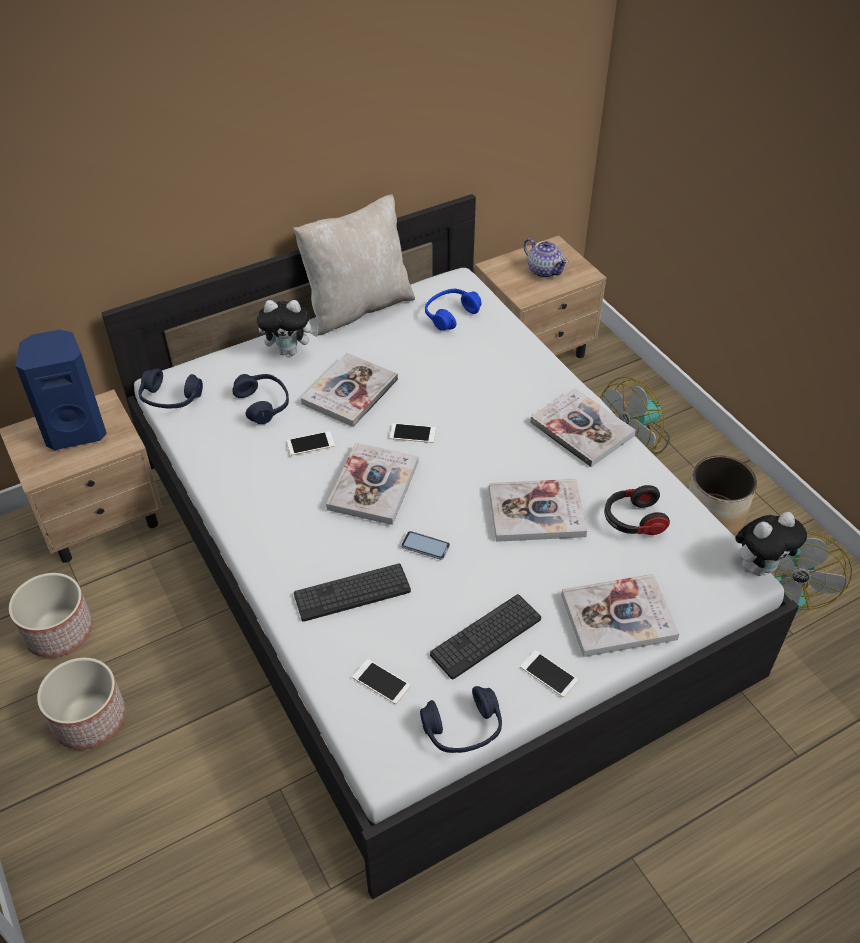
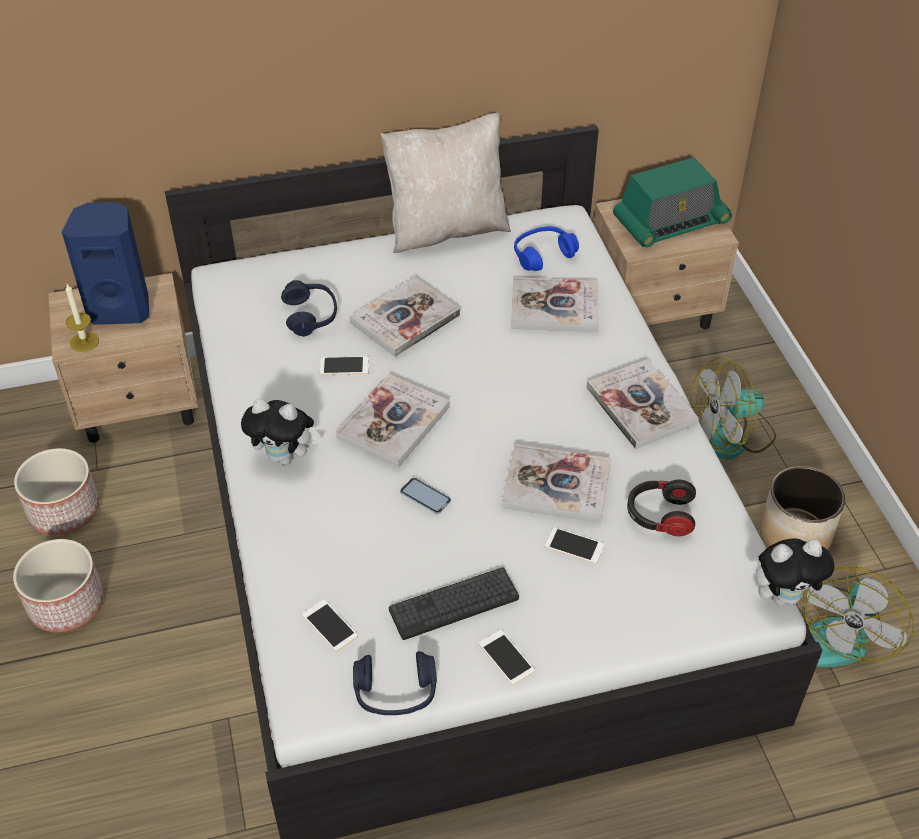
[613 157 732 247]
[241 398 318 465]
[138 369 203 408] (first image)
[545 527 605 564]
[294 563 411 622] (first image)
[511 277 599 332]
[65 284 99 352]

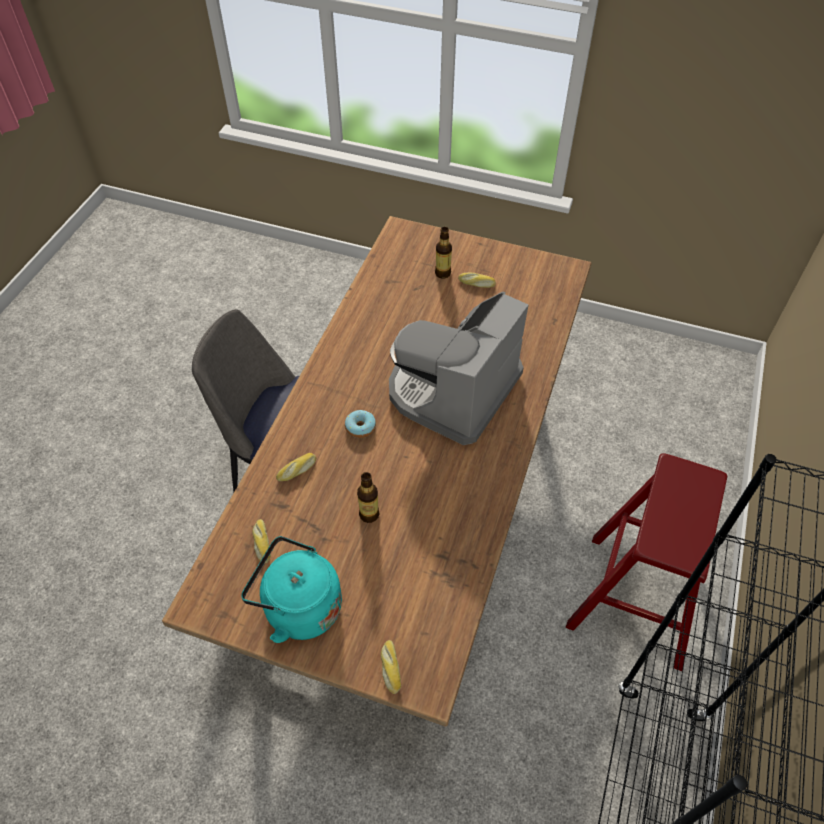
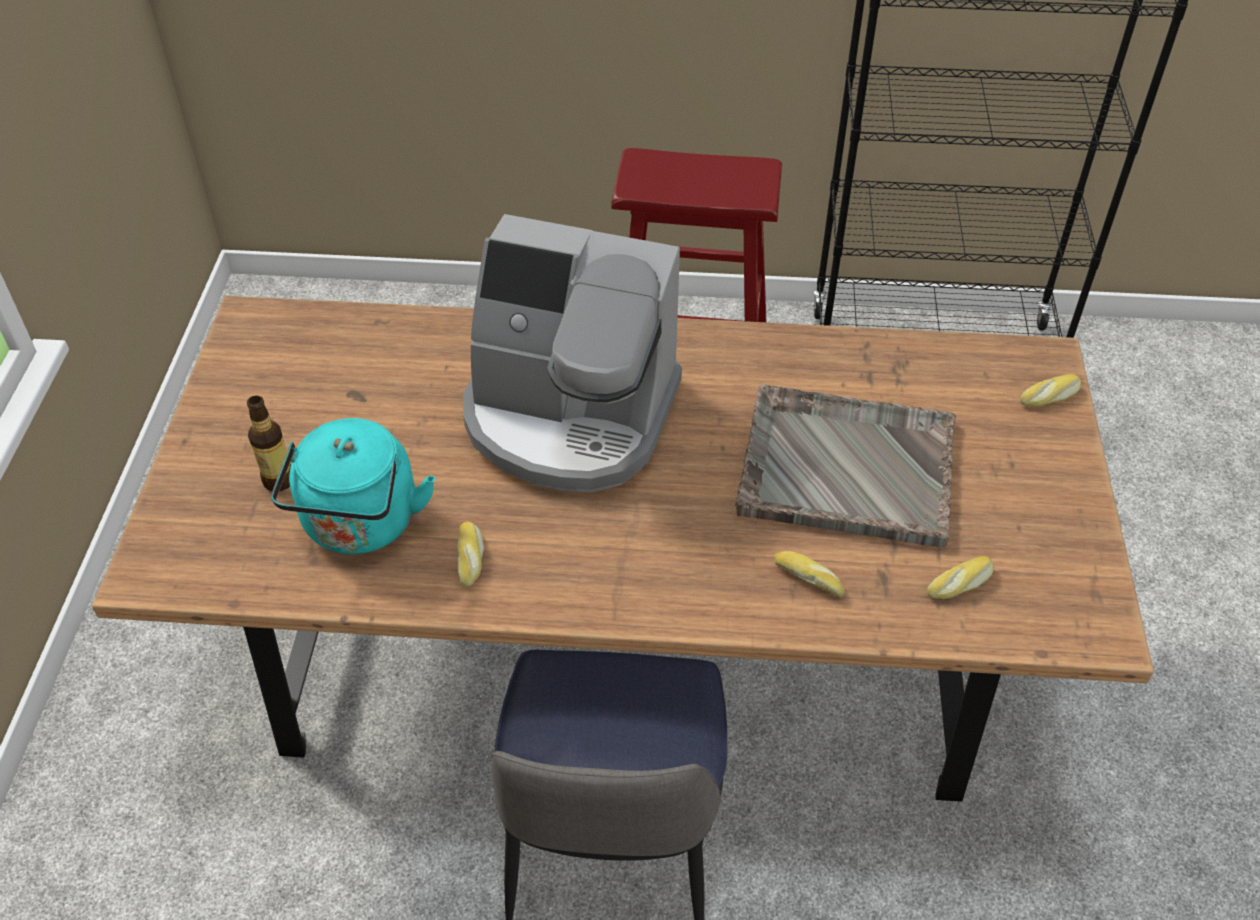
[457 522 484 587]
[345 410 376 438] (first image)
[735 385 956 547]
[271 418 435 554]

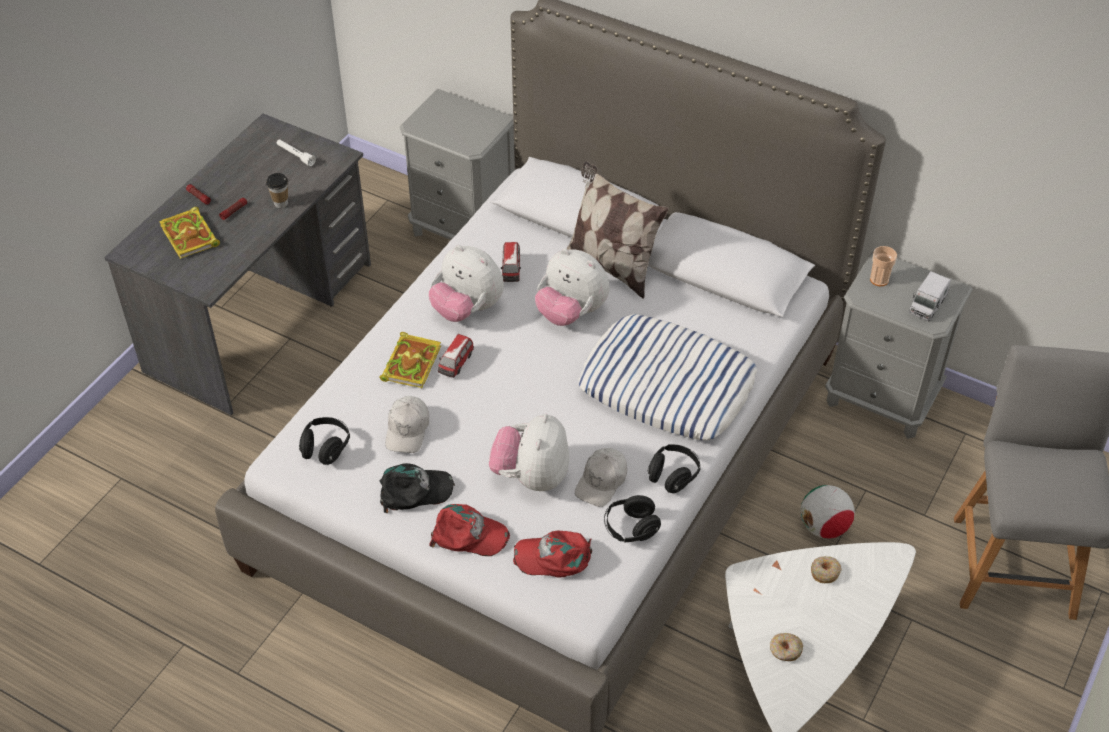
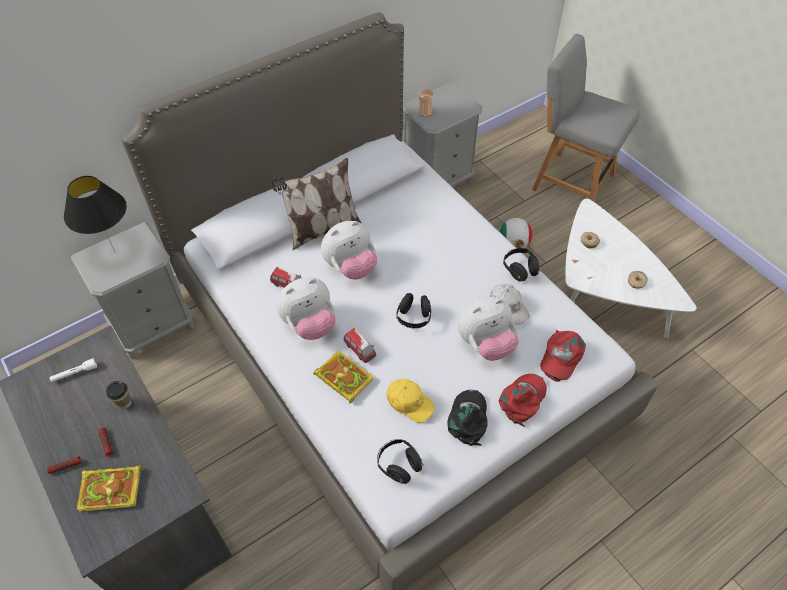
[909 271 951 321] (first image)
[578 314 757 440] (first image)
[387 379 435 423]
[458 297 519 361]
[397 293 431 329]
[64 176 127 252]

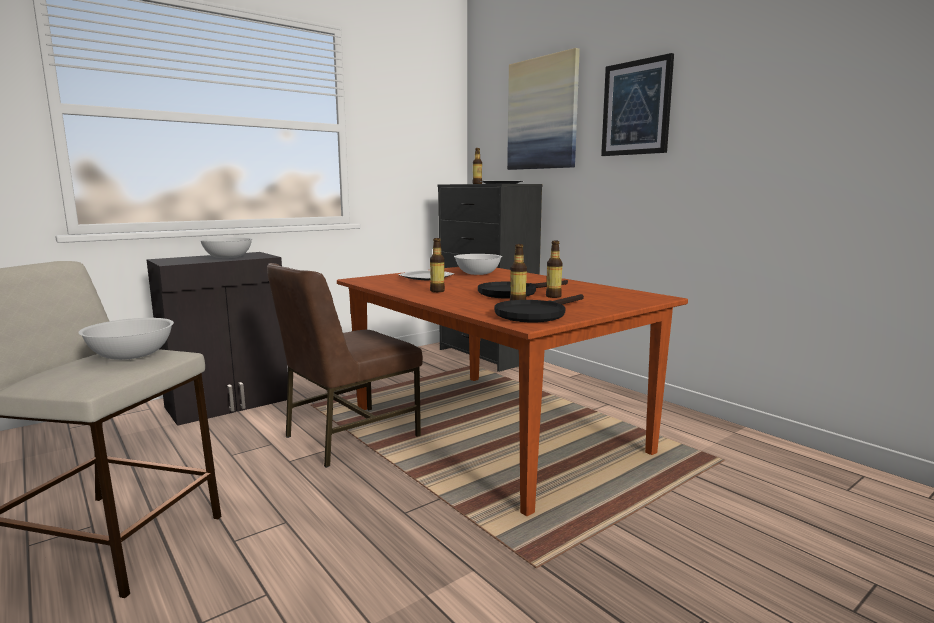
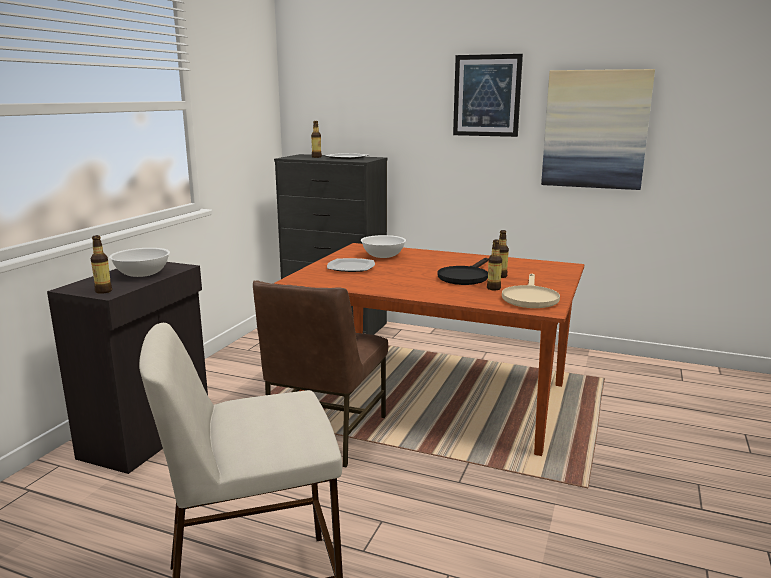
[541 69 655 190]
[91 235 112 294]
[502 273 560 308]
[78 318 174 360] (first image)

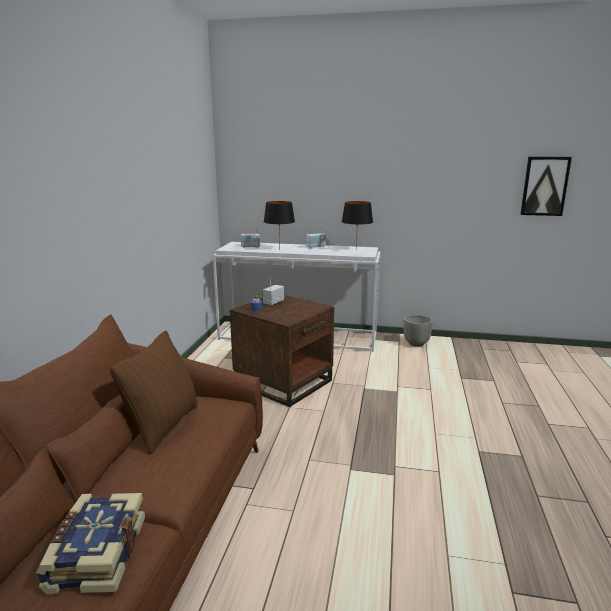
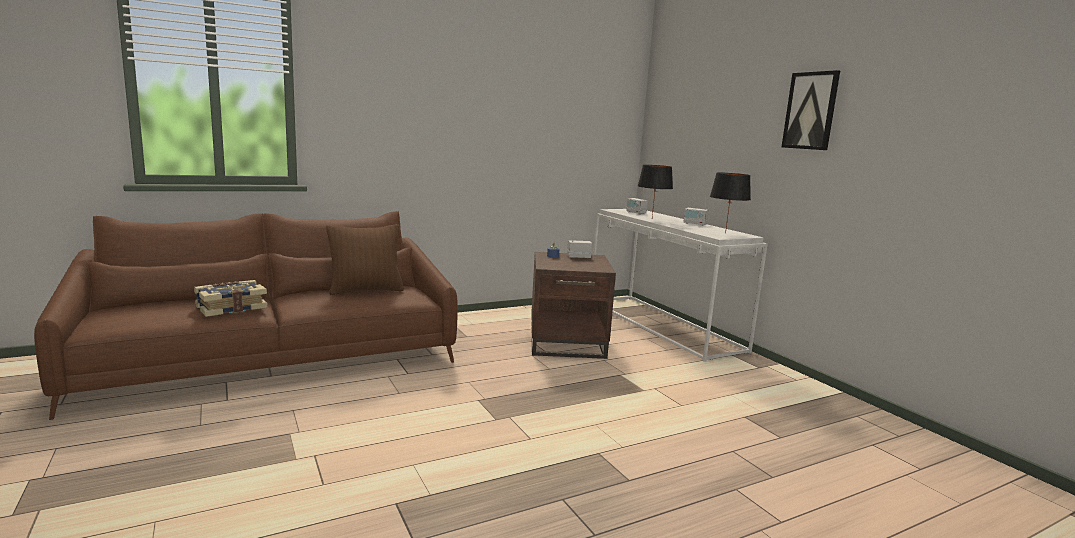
[782 70 840 150]
[404 315 433 347] (first image)

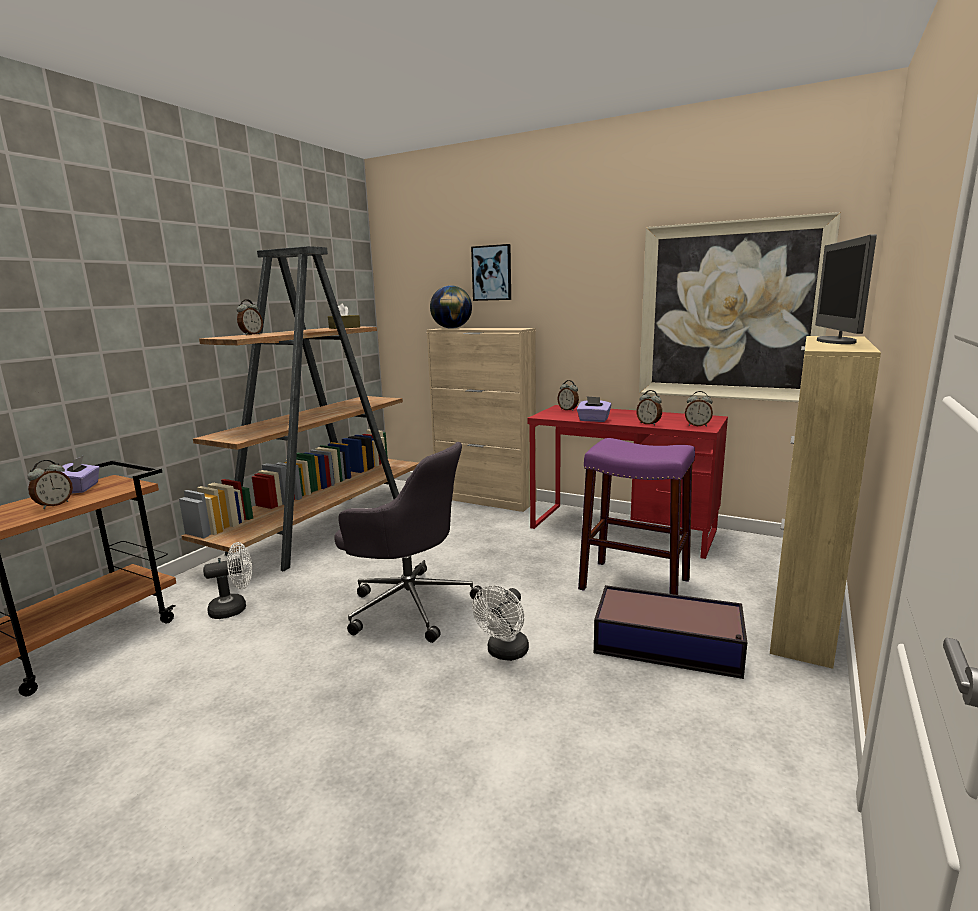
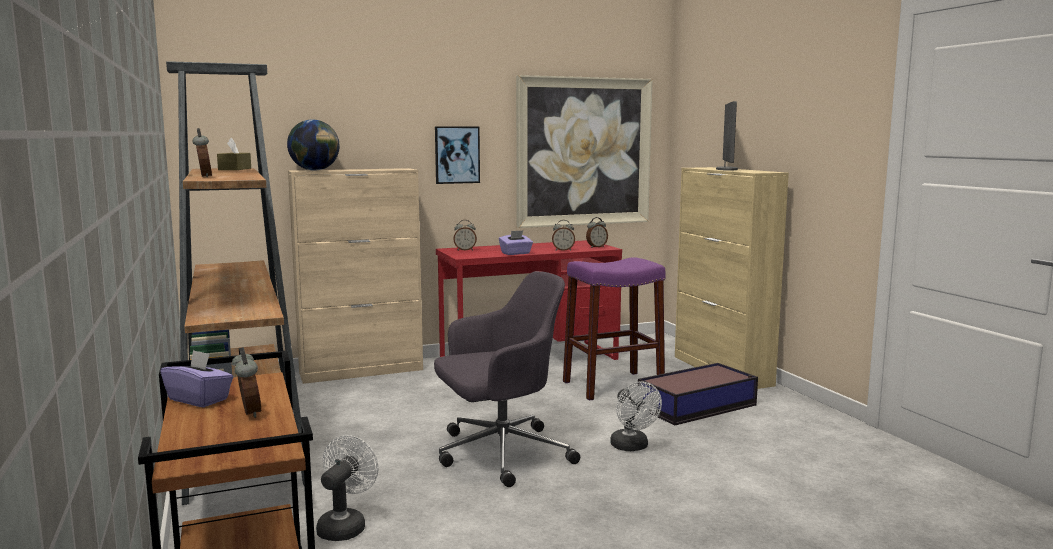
[716 101 738 171]
[435 126 480 184]

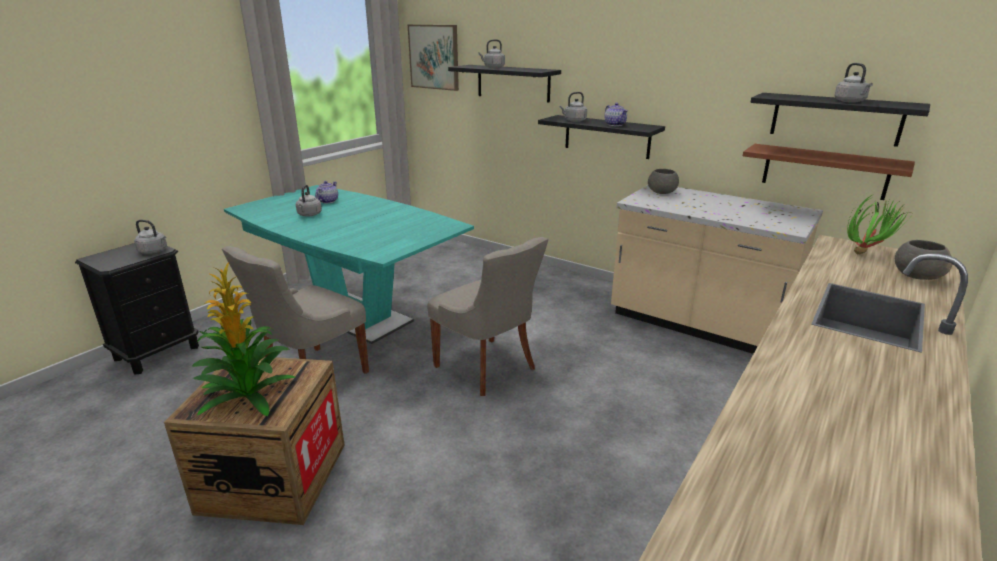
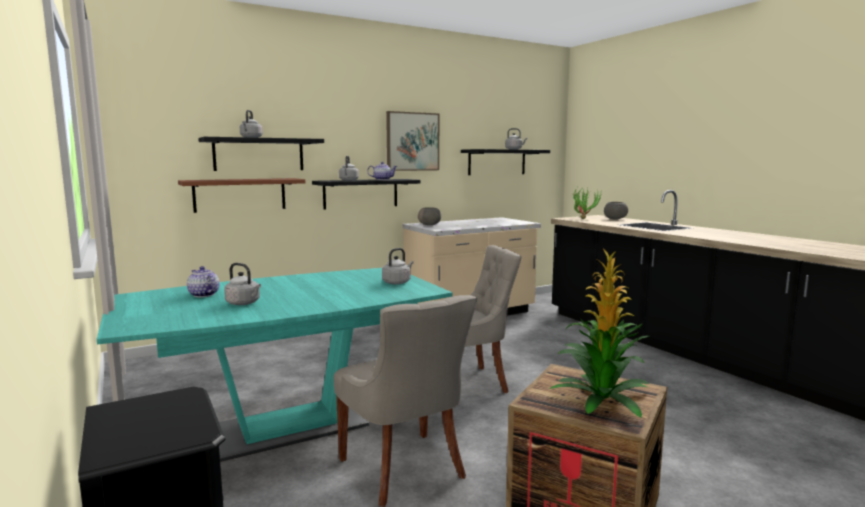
[386 111 439 171]
[178 178 305 213]
[382 248 414 285]

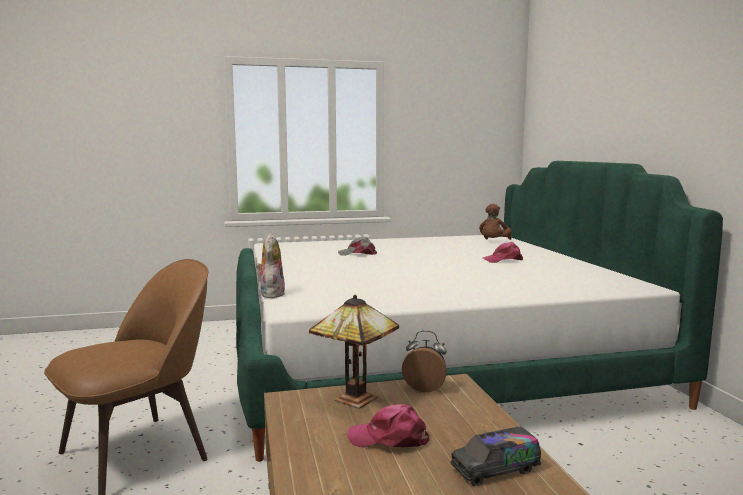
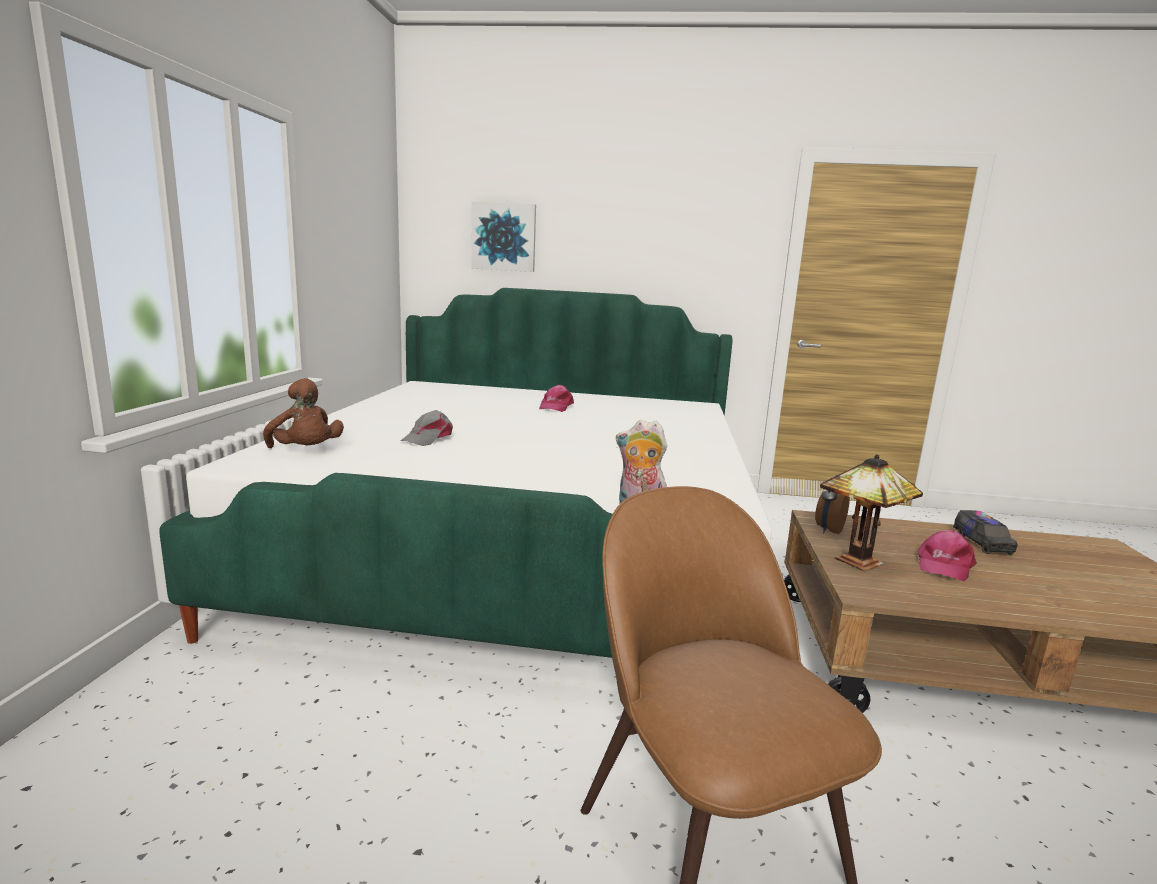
[263 378 344 448]
[471 202 536 272]

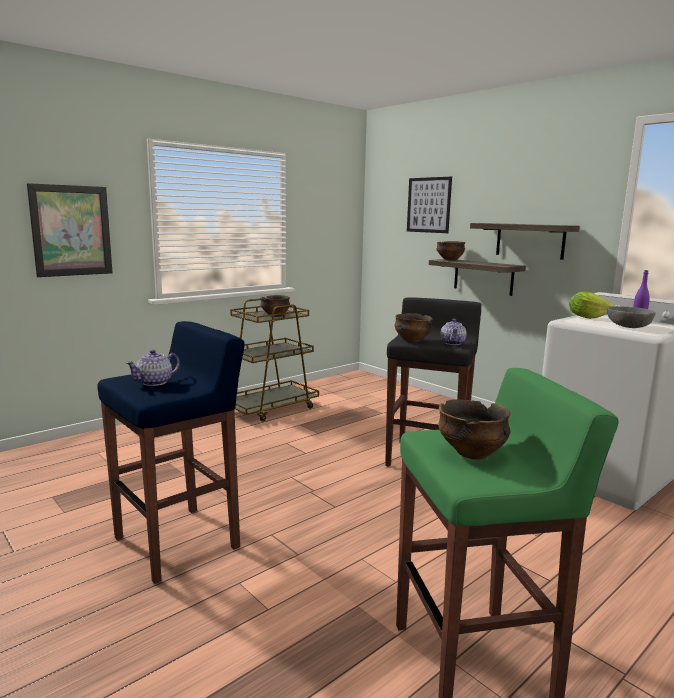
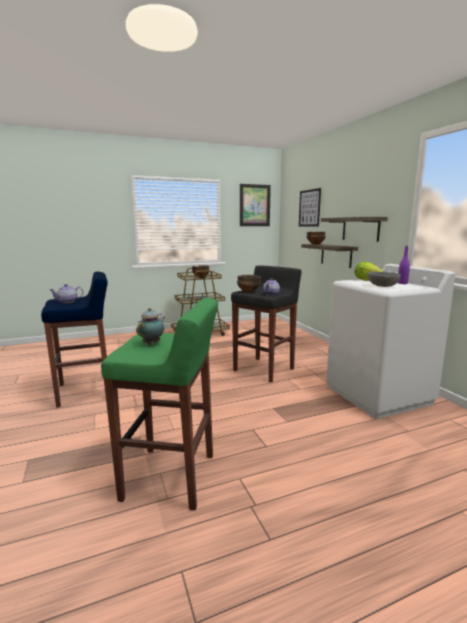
[240 184 271 226]
[136 308 165 345]

